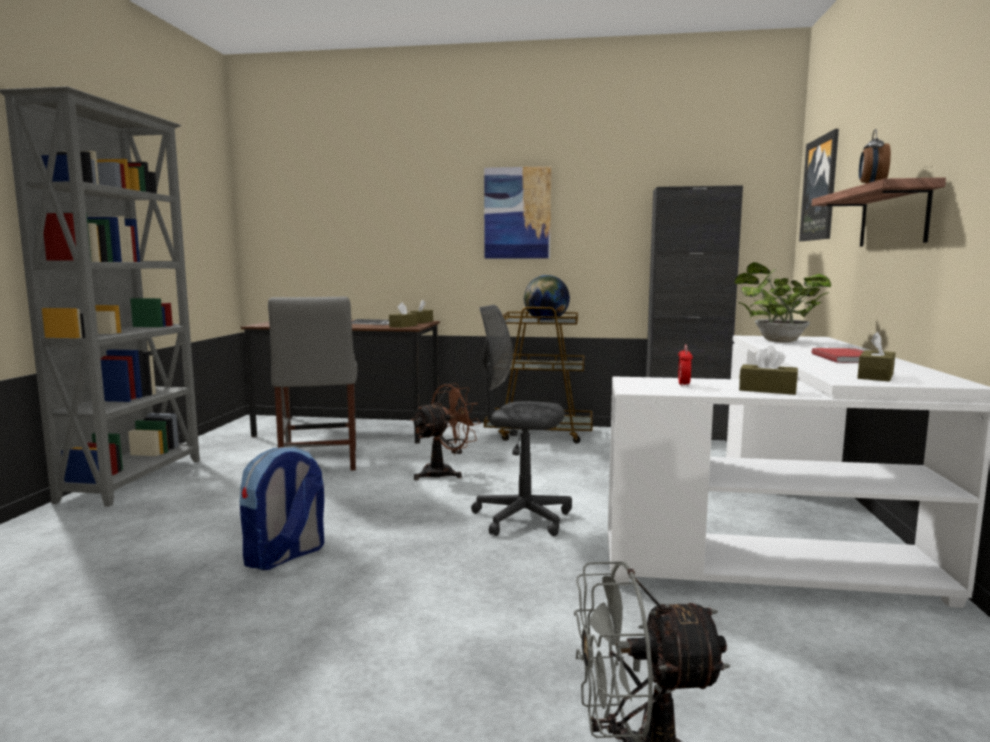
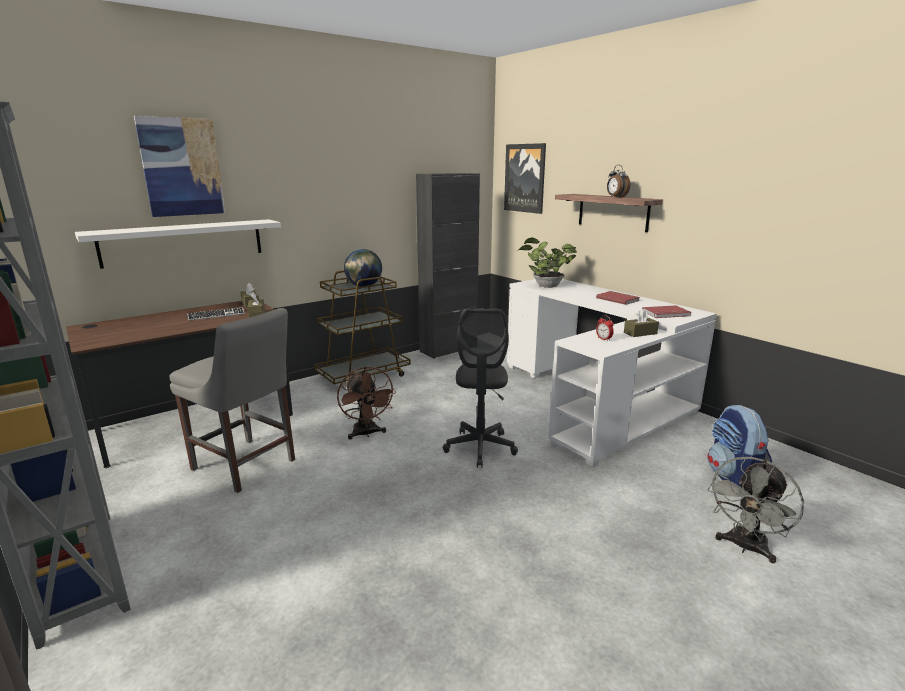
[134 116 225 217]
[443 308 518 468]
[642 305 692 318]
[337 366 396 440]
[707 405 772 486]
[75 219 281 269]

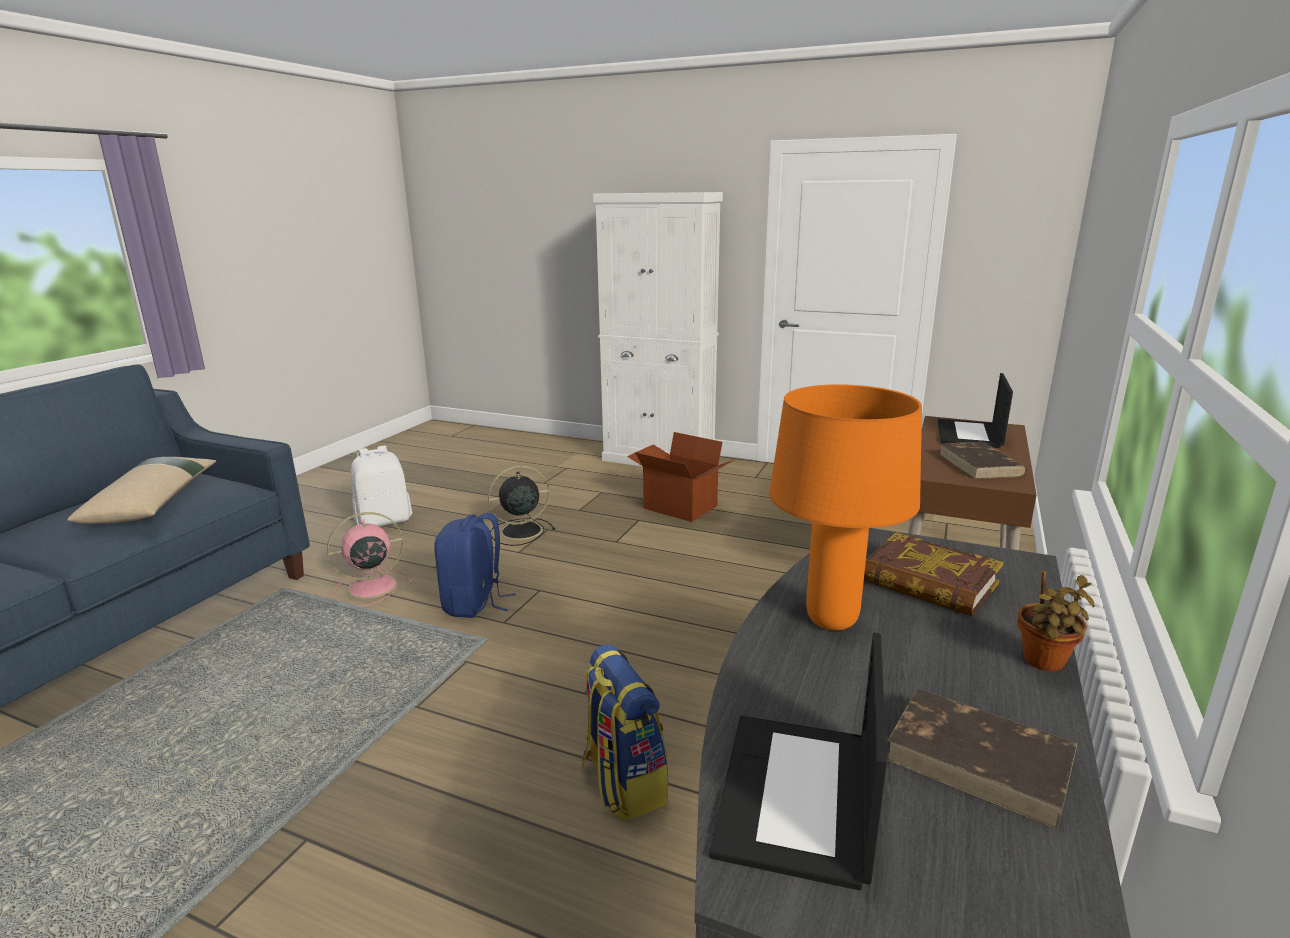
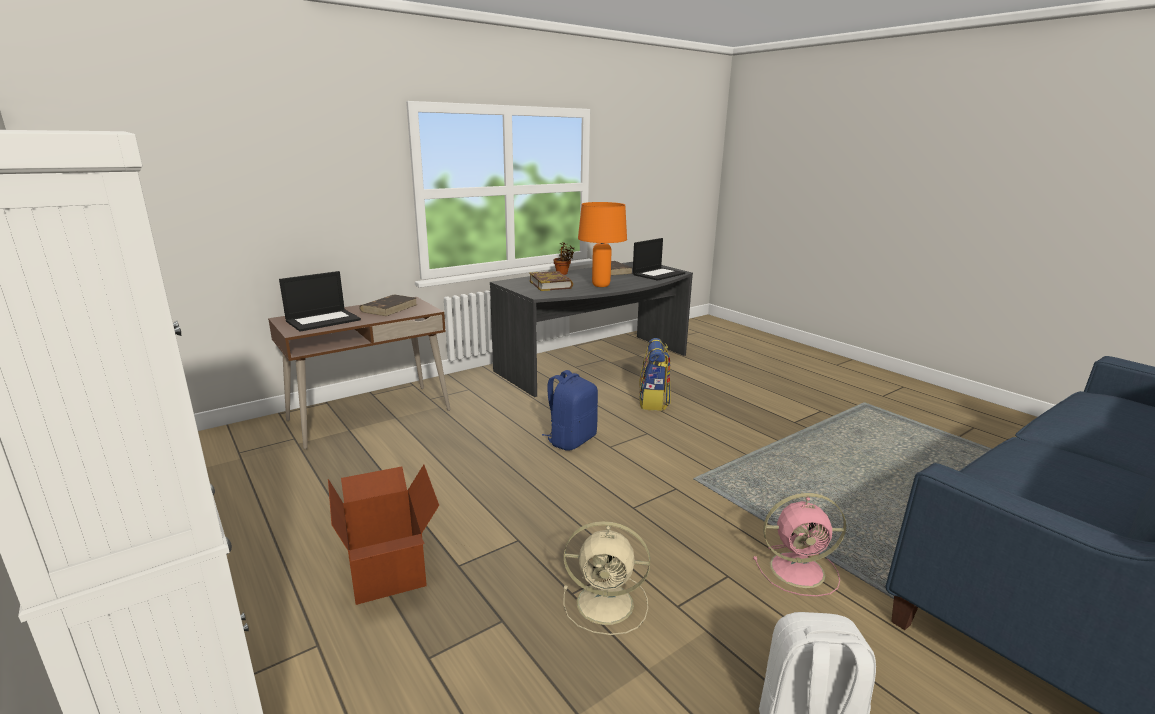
[67 457 216 524] (first image)
[564 521 650 635]
[542 370 598 451]

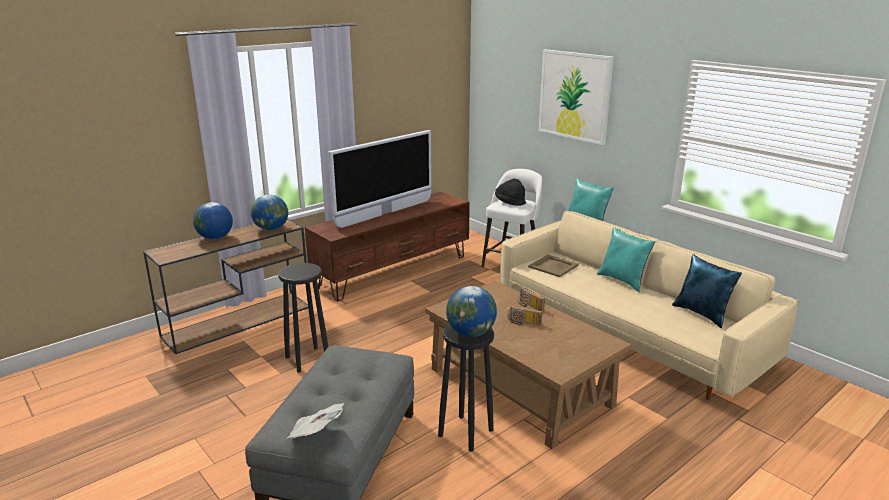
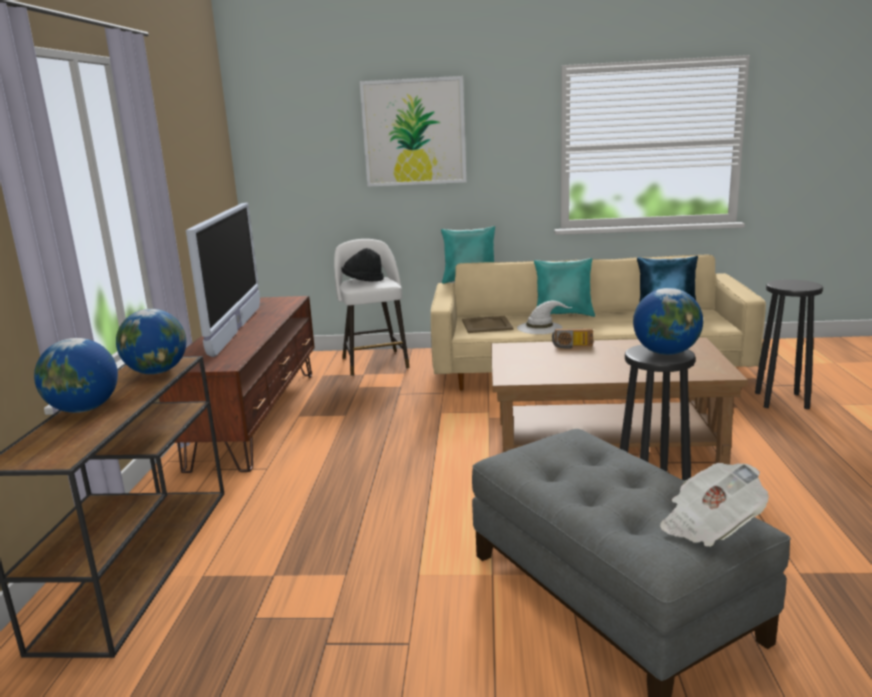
[755 279 823 409]
[508 306 542 325] (first image)
[517 301 572 334]

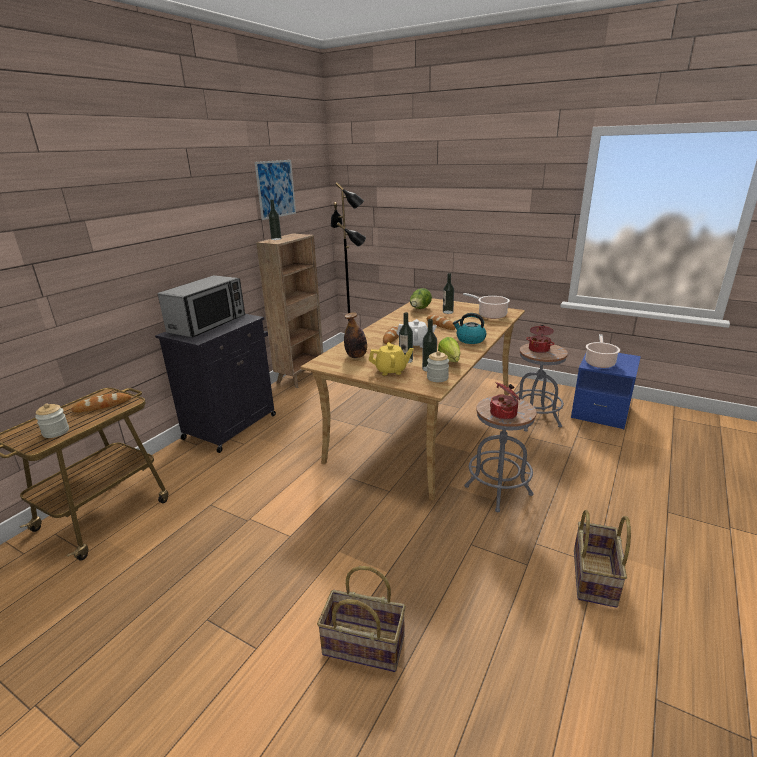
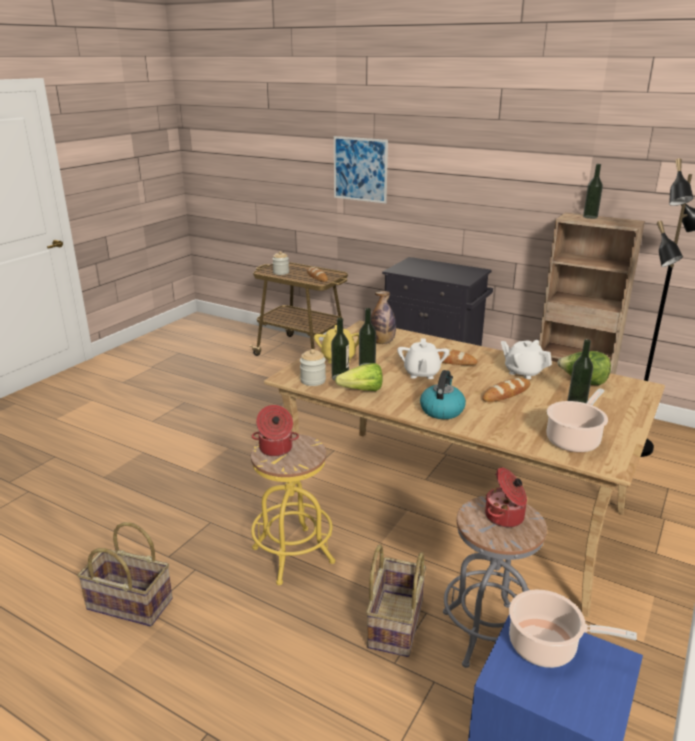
[334 136 388 204]
[158 275 245 337] (first image)
[251 434 335 585]
[366 544 426 657]
[501 340 552 379]

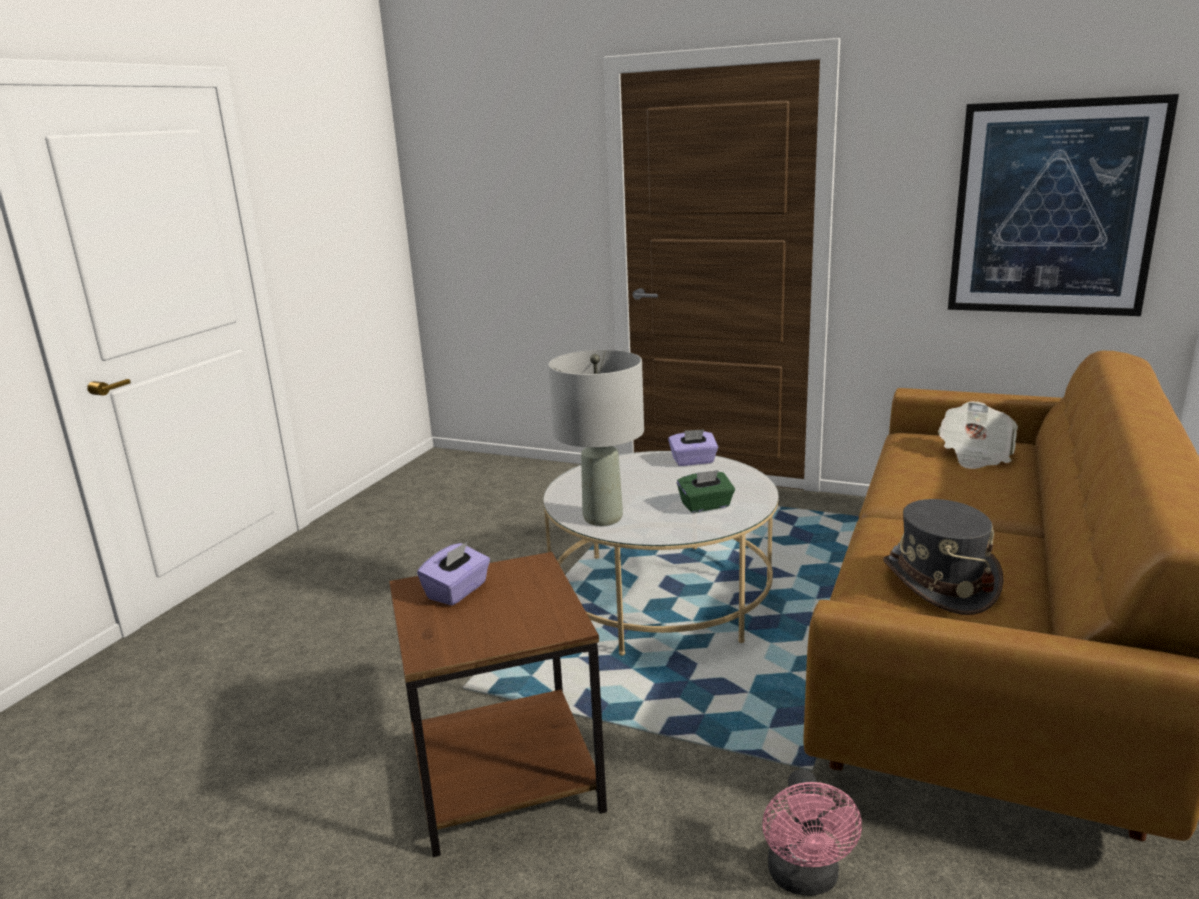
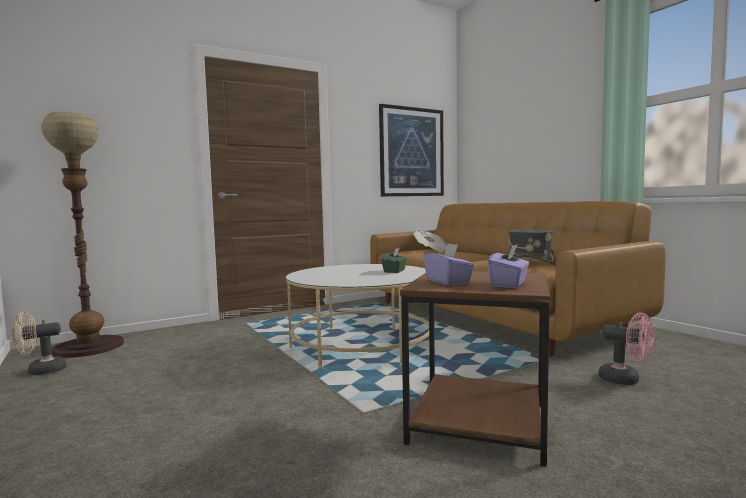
[548 350 644 526] (first image)
[488 244 529 288]
[41 112 124 358]
[11 312 67 375]

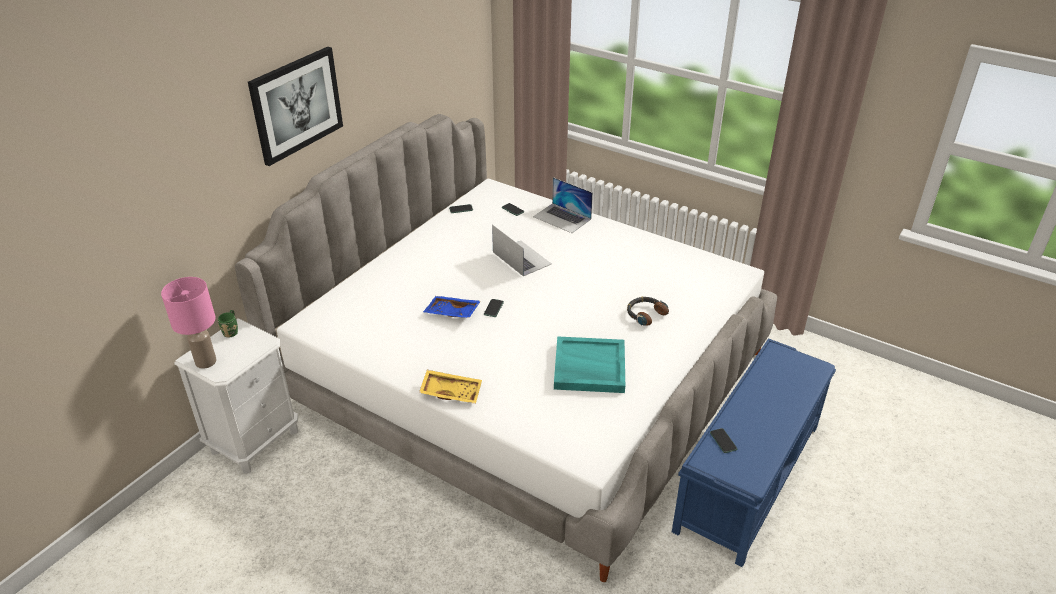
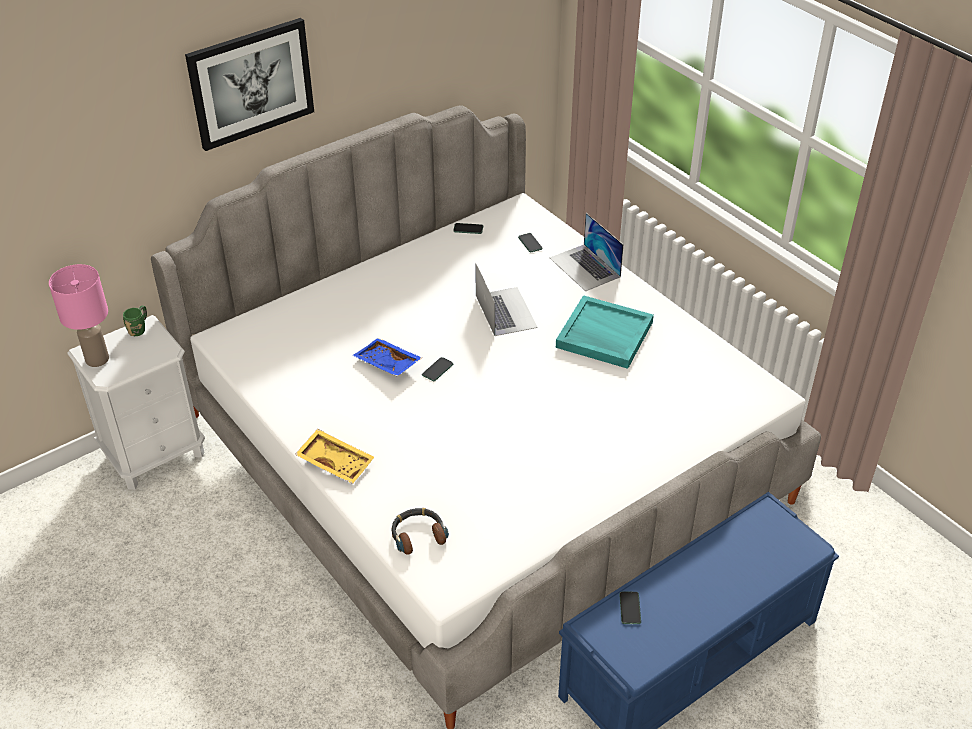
[391 508 449 555]
[556 295 654 369]

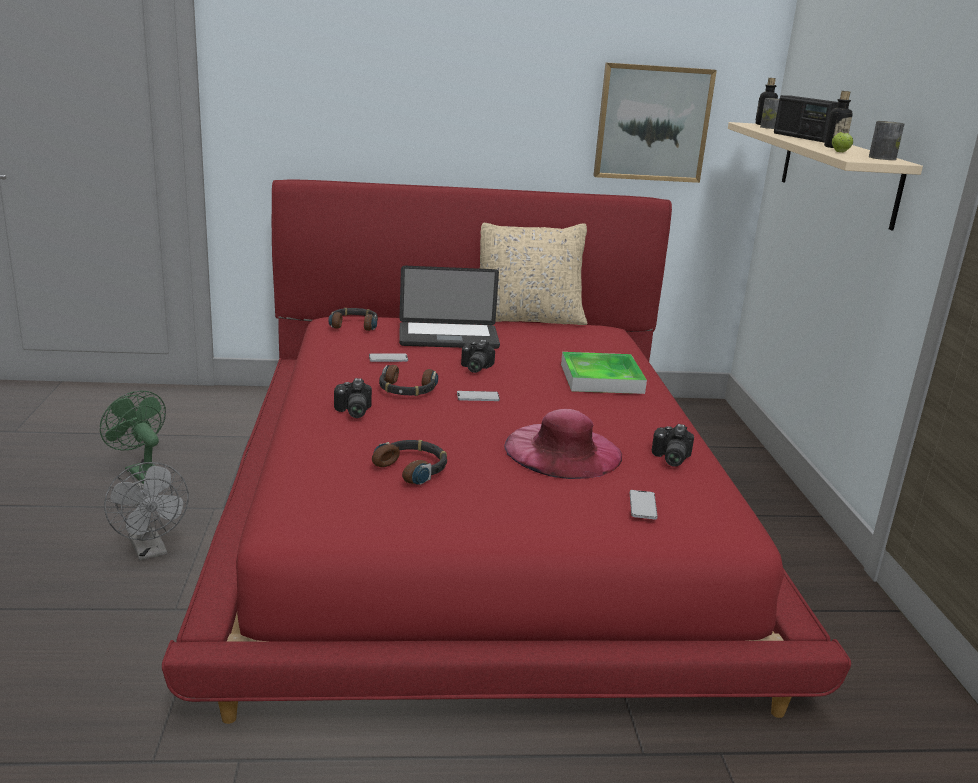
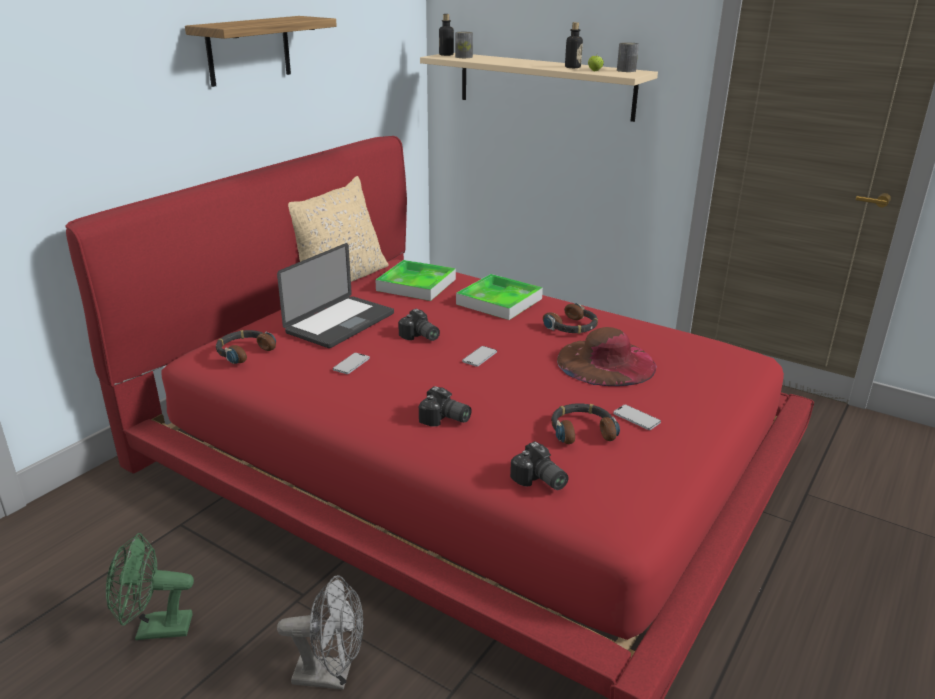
[593 62 717 183] (first image)
[774 95 838 142] (first image)
[543 303 598 334]
[557 327 657 386]
[510 441 568 490]
[613 405 661 430]
[185 16 337 87]
[375 260 456 301]

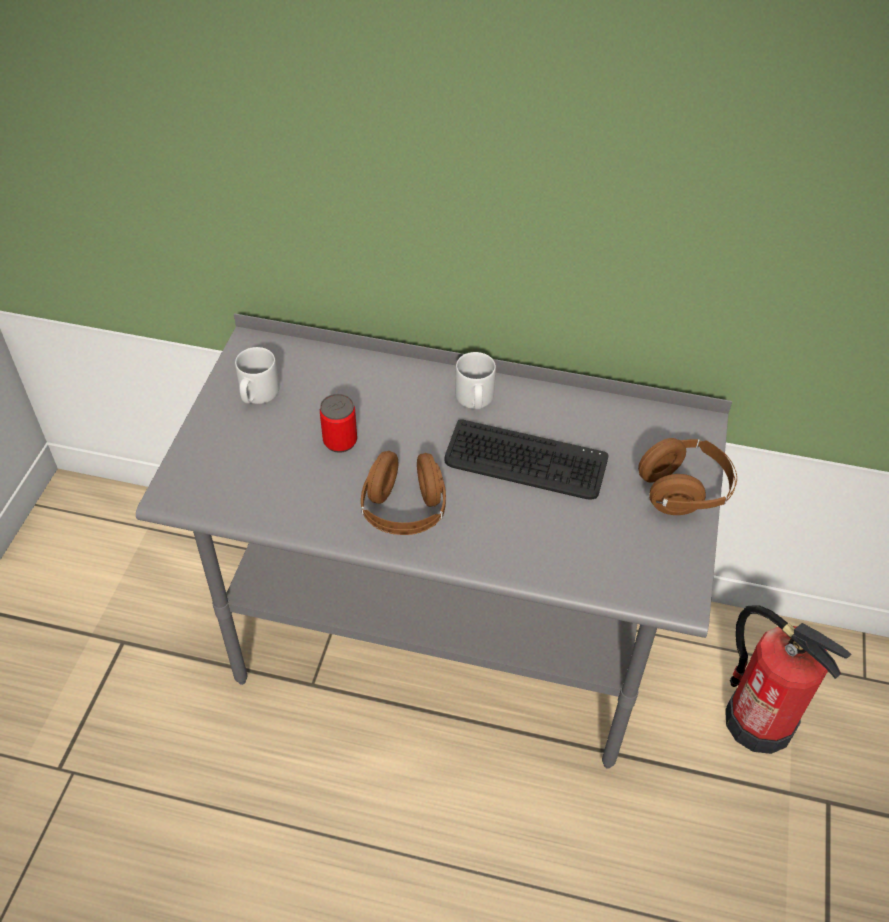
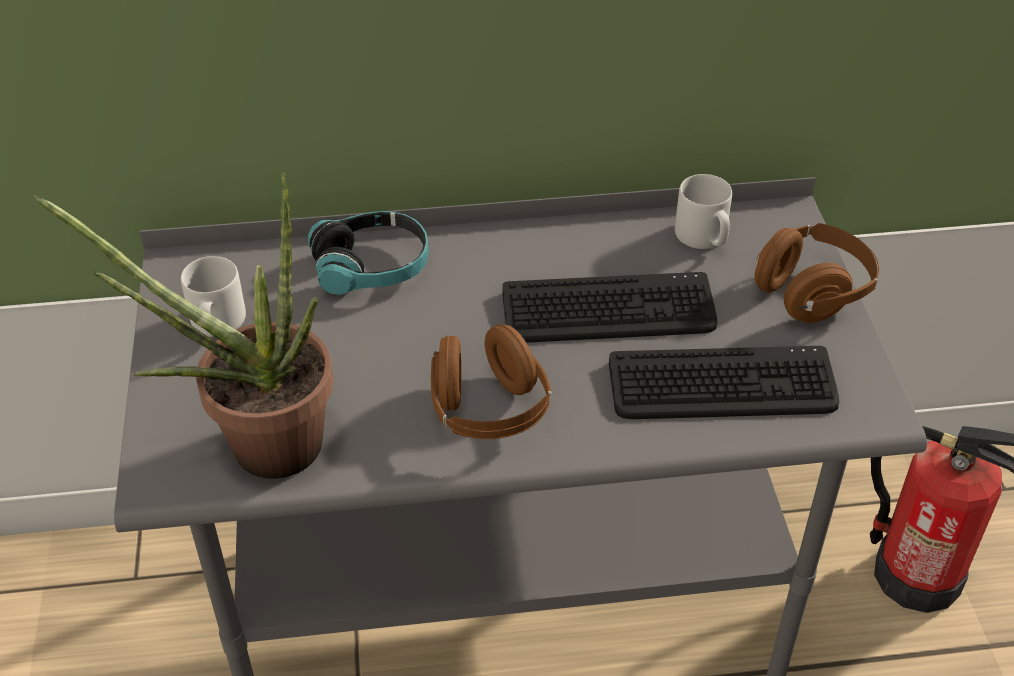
[675 174 732 249]
[320 394 357 453] (first image)
[34 173 334 479]
[307 211 429 295]
[609 346 839 419]

